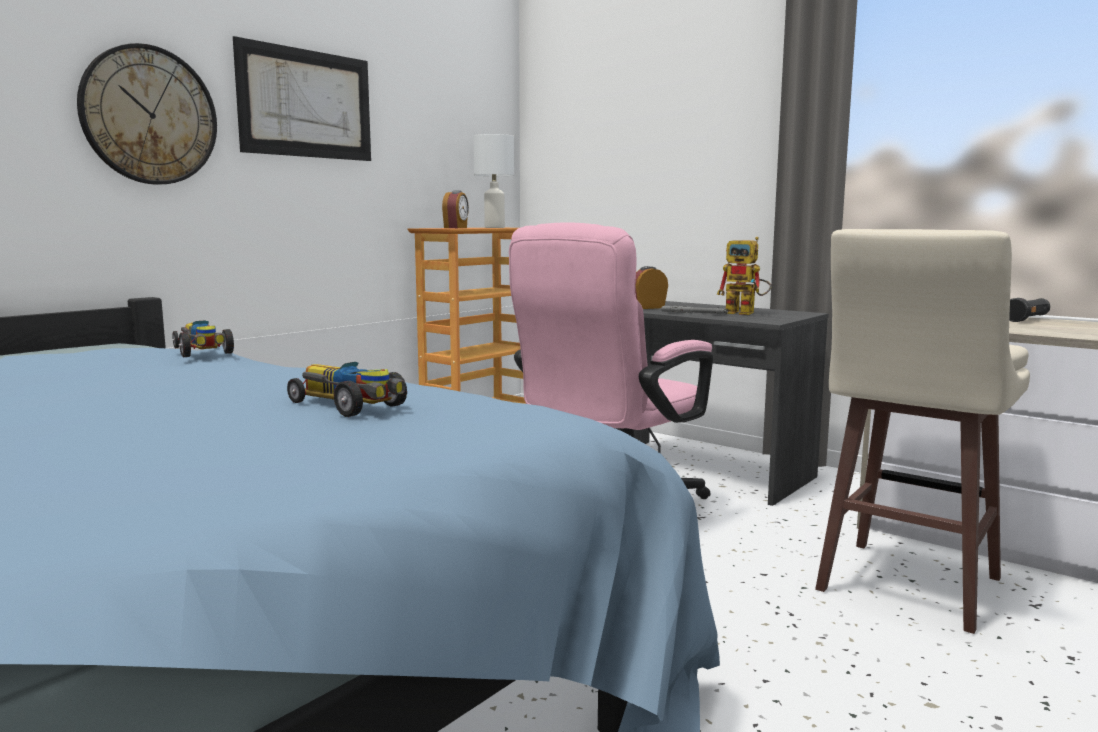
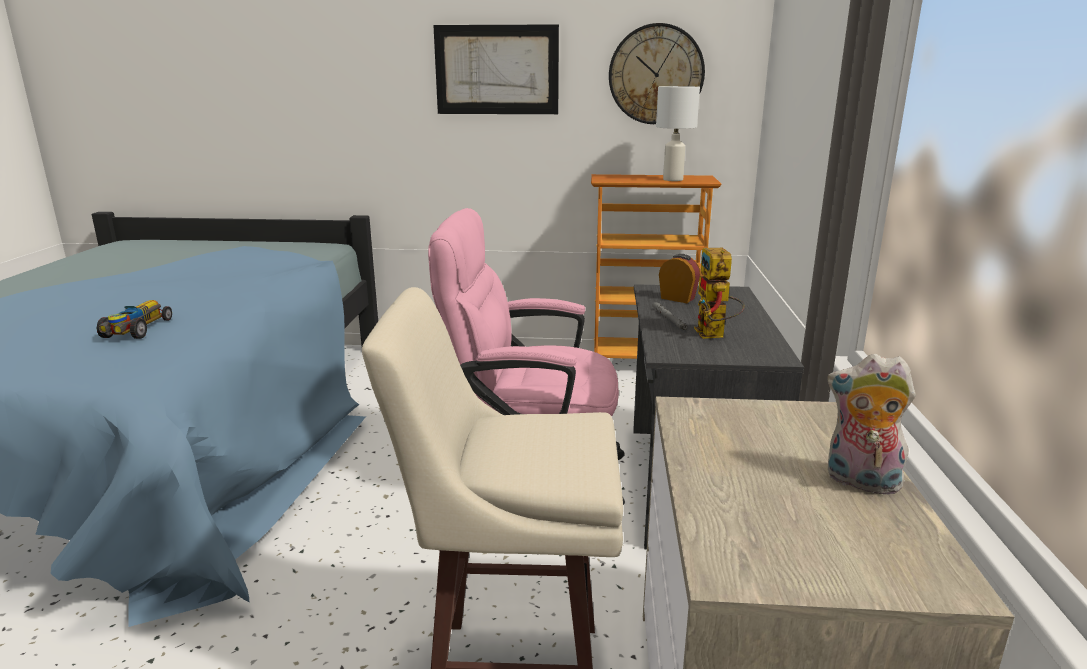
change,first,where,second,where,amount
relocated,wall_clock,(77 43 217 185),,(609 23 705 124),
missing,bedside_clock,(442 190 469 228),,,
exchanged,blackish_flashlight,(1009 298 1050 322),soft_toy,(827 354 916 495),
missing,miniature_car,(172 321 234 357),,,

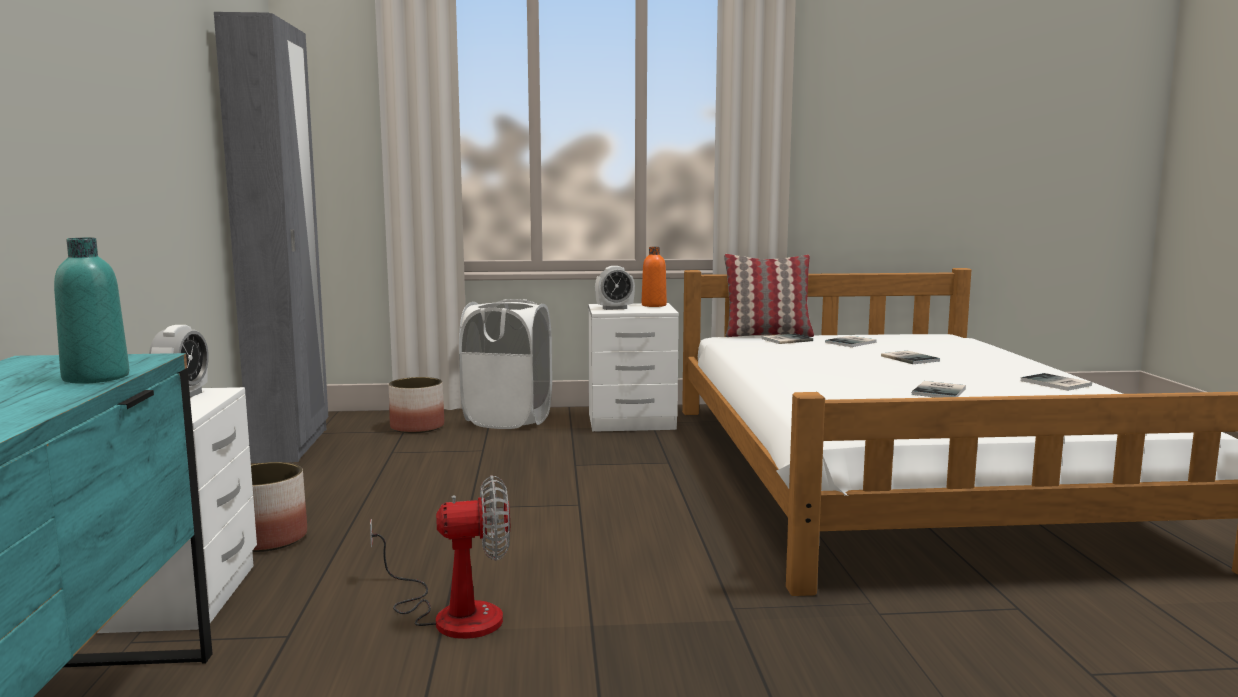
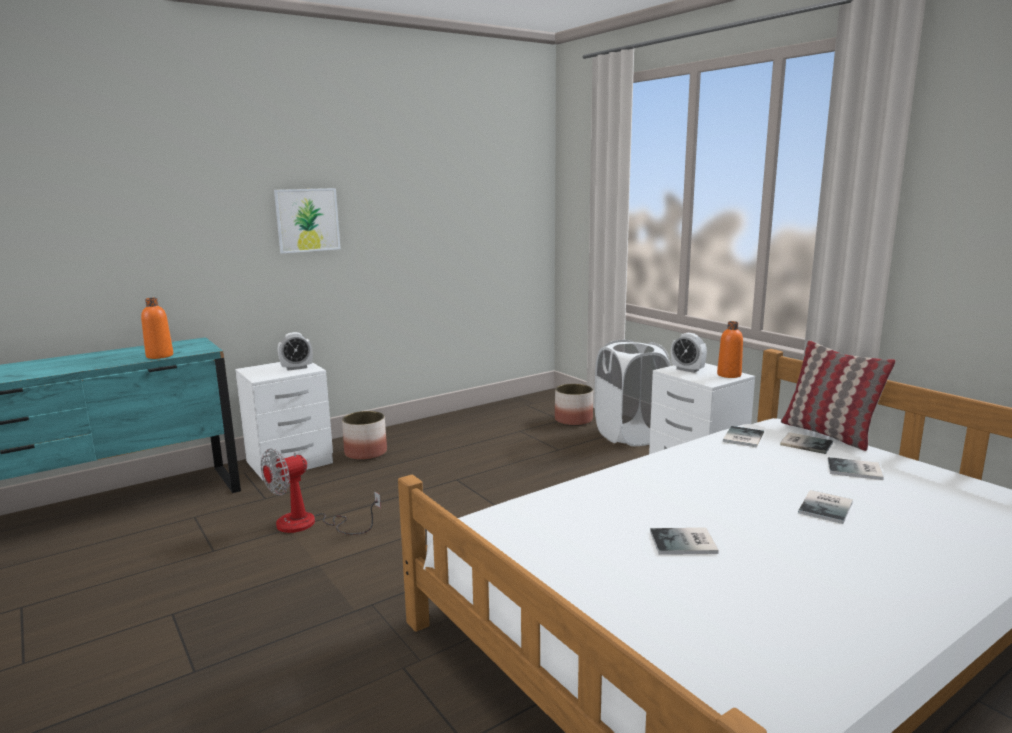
change,first,where,second,where,amount
missing,greyish_armoire,(214 12 328 463),,,
colour,turquoise_bottle,(54 238 129 384),orange_bottle,(141 298 173 359),
relocated,volume,(1021 373 1092 391),,(723 426 764 447),
spun,fan,(370 475 510 639),,(261 449 381 535),90 degrees clockwise
appeared,,,picture,(274 188 340 254),

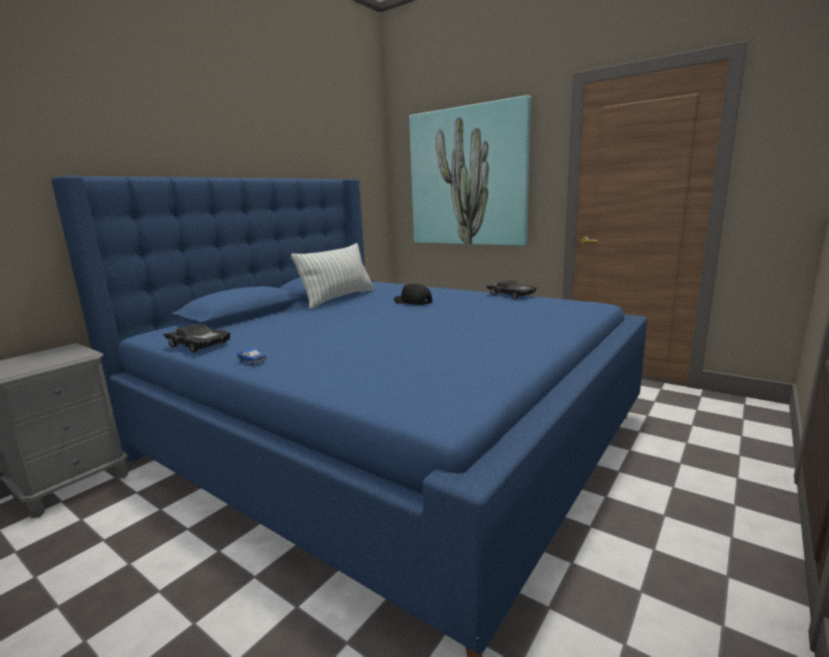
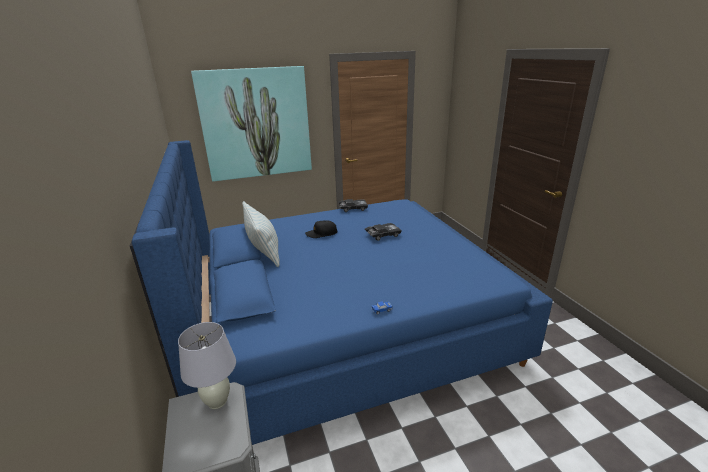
change,first,where,second,where,amount
relocated,blackish_miniature_car,(163 324 230 353),,(365 223 402 241),
appeared,,,white_table_lamp,(178 322 236 409),

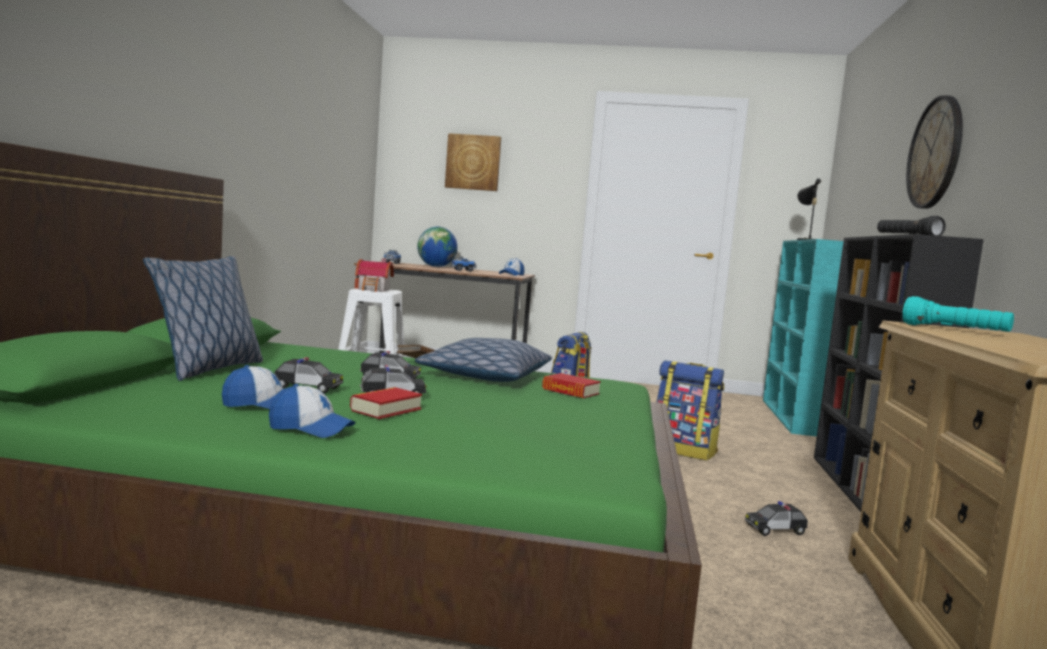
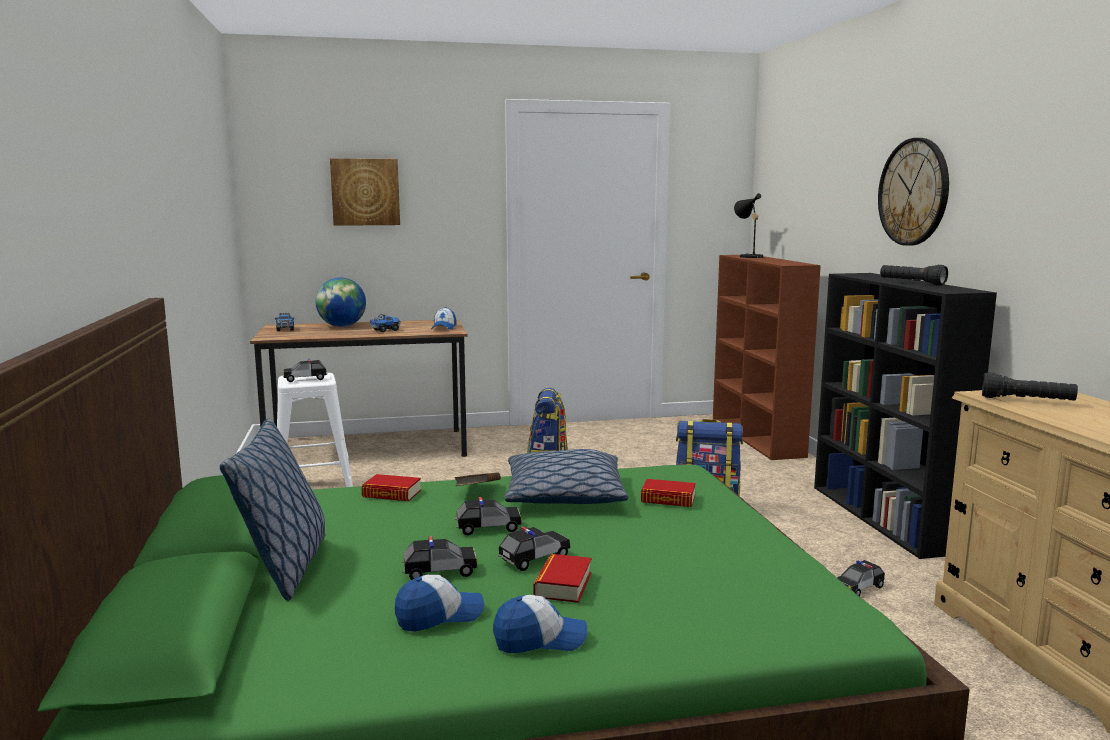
change,first,where,second,where,amount
colour,turquoise_shelving_unit,(763 239 843 437),brown-coloured_shelving_unit,(713 255 821 460),
exchanged,model_house,(355 258 394 292),miniature_car,(283 359 328 382),
colour,turquoise_flashlight,(902 296 1014 332),blackish_flashlight,(982 372 1078 401),
appeared,,,volume,(362 474 421 501),

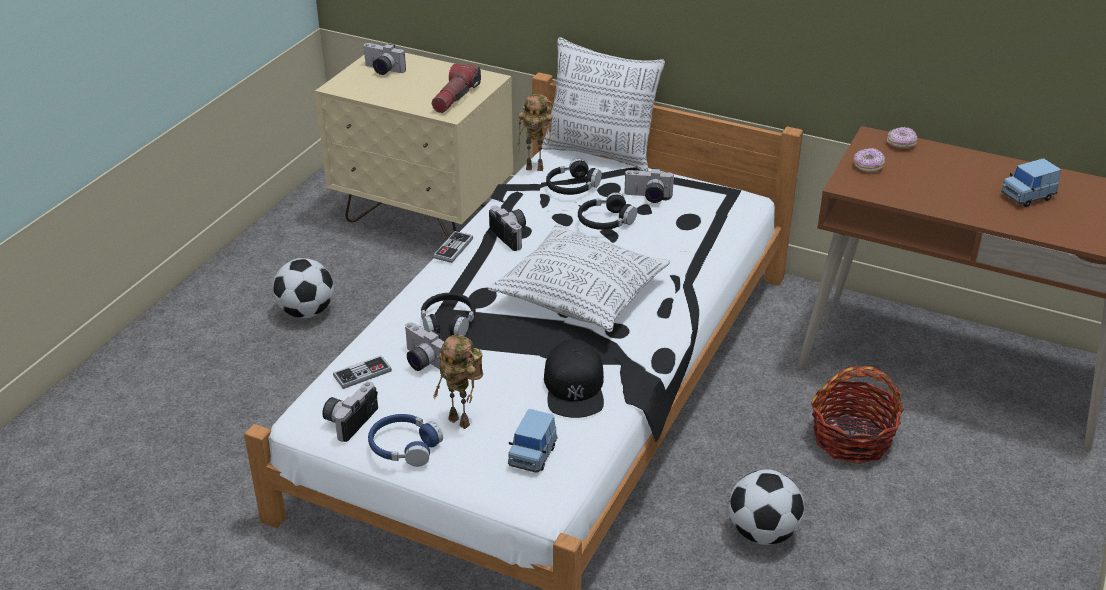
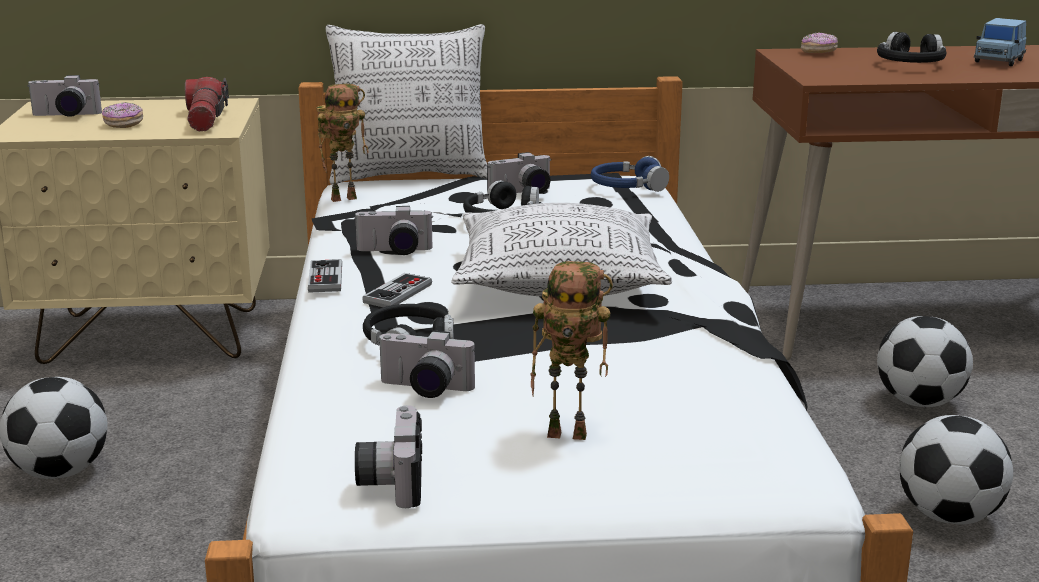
change,first,where,second,where,amount
relocated,donut,(854 148 885 172),,(102 102 143 128),
relocated,blackish_pair_of_headphones,(546 159 602 195),,(877 32 946 63),
spun,still_camera,(489 205 526 251),,(354 206 433 255),150 degrees clockwise
missing,blackish_cap,(544 339 604 418),,,
relocated,gamepad,(333 355 392 389),,(362 273 432 307),
exchanged,household_basket,(811 366 904 464),football,(877 316 973 407),
missing,blue-coloured_miniature_car,(508 409 557 473),,,
relocated,blue-coloured_pair_of_headphones,(368 414 443 467),,(591 156 669 192),

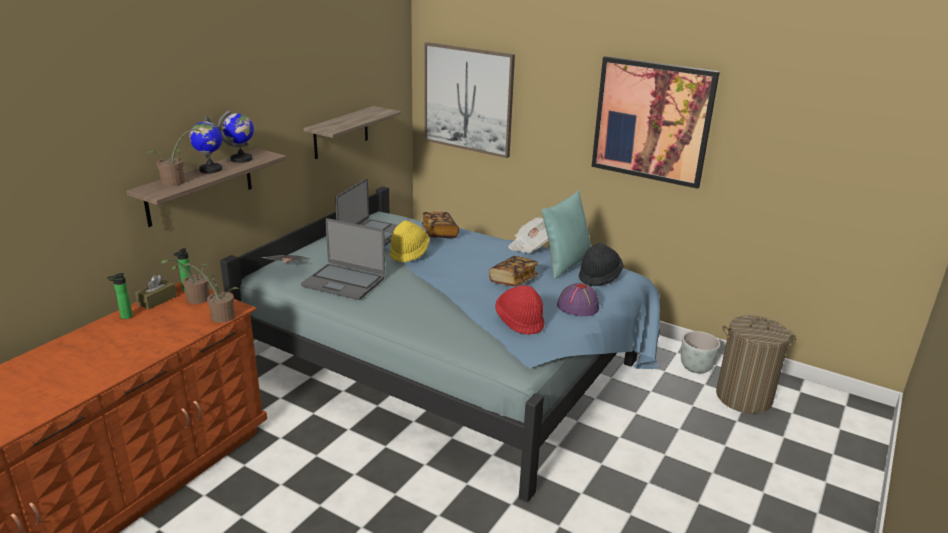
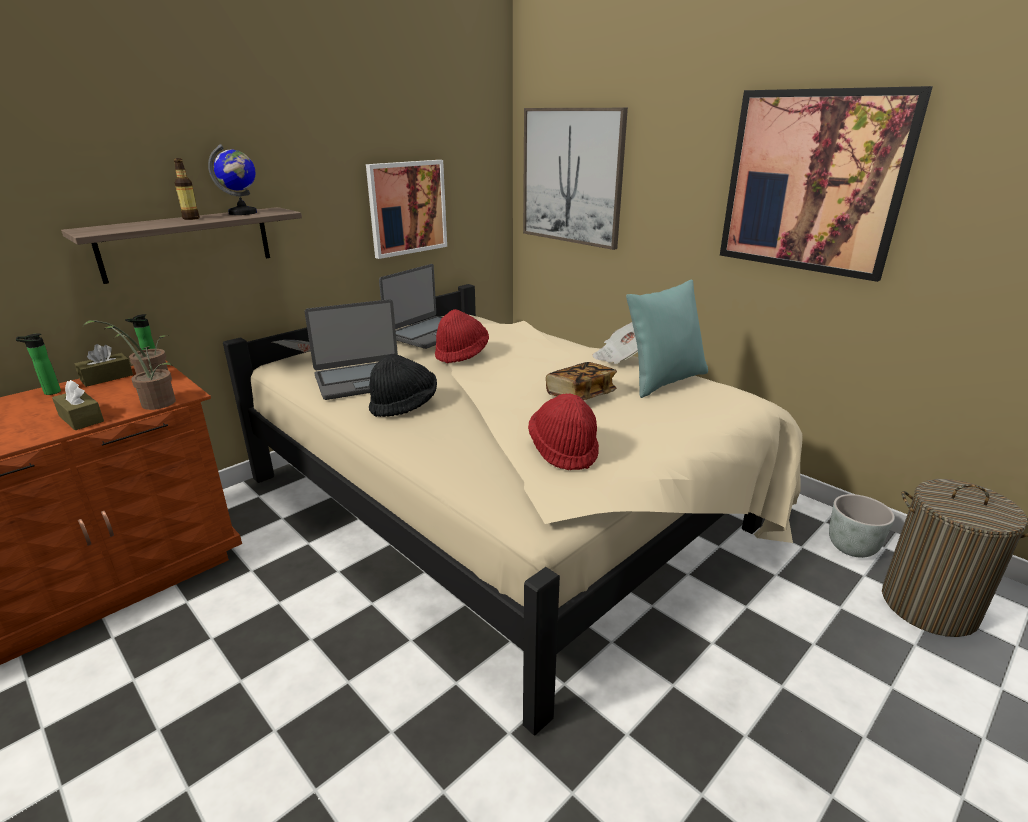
change,first,where,second,where,amount
exchanged,bracket_shelf,(304 106 401 159),picture,(366 160 447 259),
exchanged,desk_globe,(189 116 222 173),bottle,(174 158 200 220),
missing,potted_plant,(148 129 201 186),,,
colour,blue-coloured_bedroom_bed,(220 186 660 503),sand-coloured_bedroom_bed,(223 284 803 735),
missing,volume,(422 212 459 239),,,
spun,laptop,(301 218 385 300),,(305 299 398 400),60 degrees counterclockwise
colour,yellowish_hat,(390 220 430 263),red_hat,(435 309 489 364),
relocated,blackish_hat,(579 243 623 286),,(369 354 437 417),
missing,purple_hat,(557 283 599 316),,,
appeared,,,brown-coloured_tissue_box,(52 380 104 430),

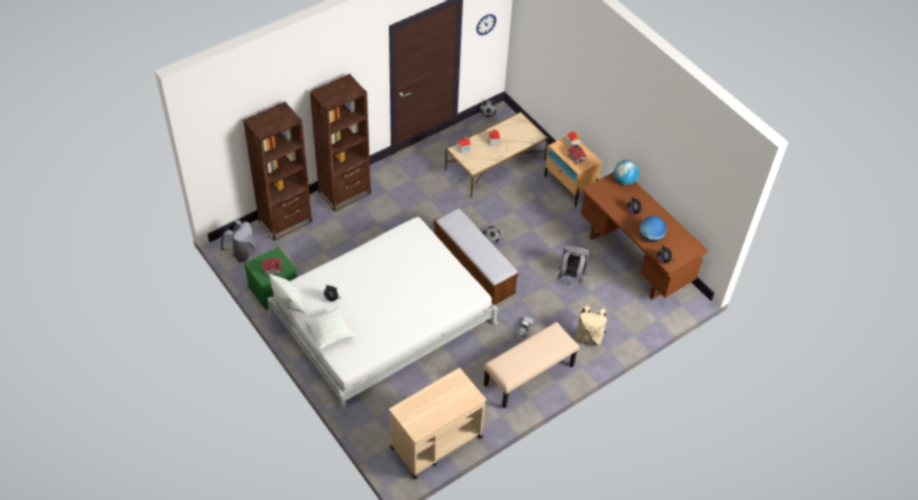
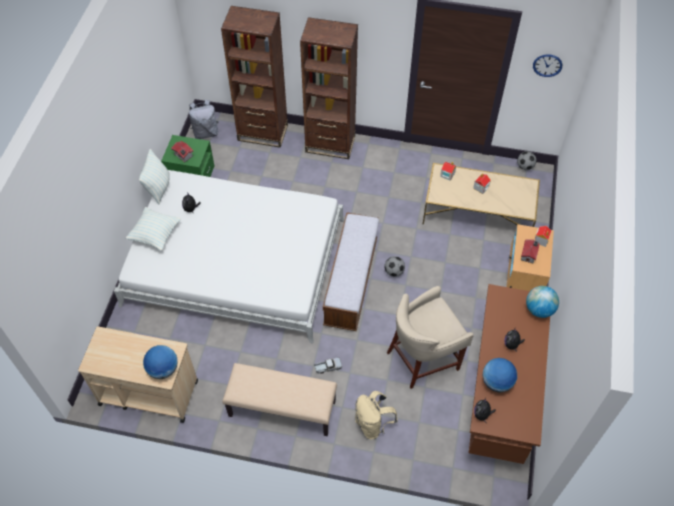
change,first,where,second,where,amount
exchanged,greyish_backpack,(558 246 590 285),sand-coloured_stool_seat,(387 286 474 389),
appeared,,,desk_globe,(143 345 178 379),

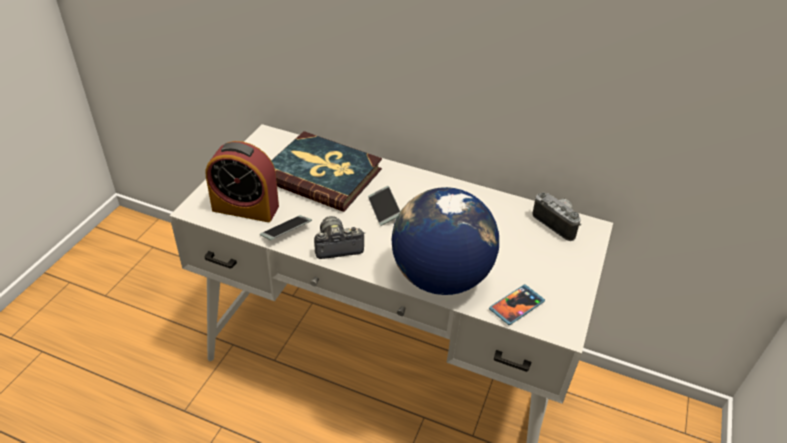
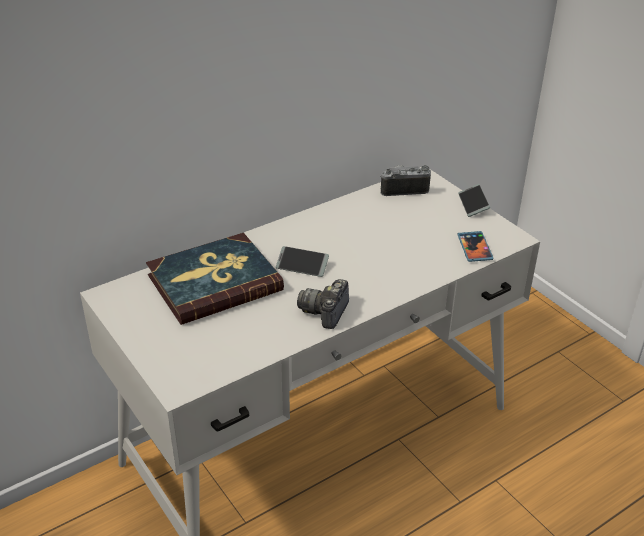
change,first,where,second,where,amount
missing,bedside_clock,(206 141 279 222),,,
missing,desk_globe,(392 187 499 295),,,
relocated,phone,(260 215 312 240),,(458 184 490 217),

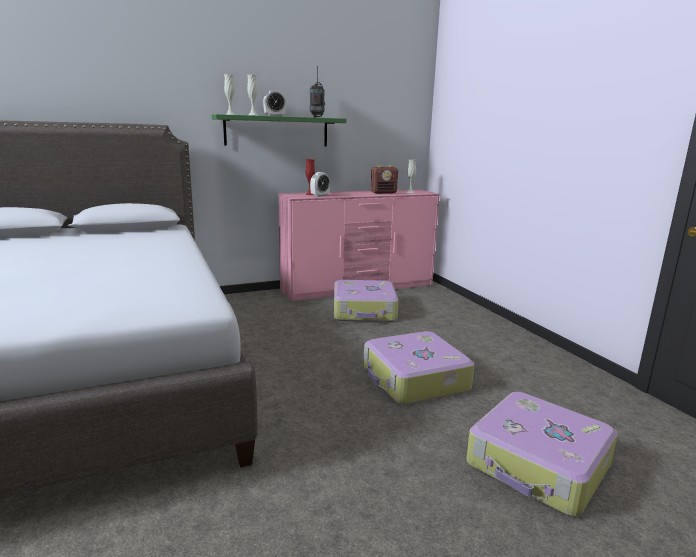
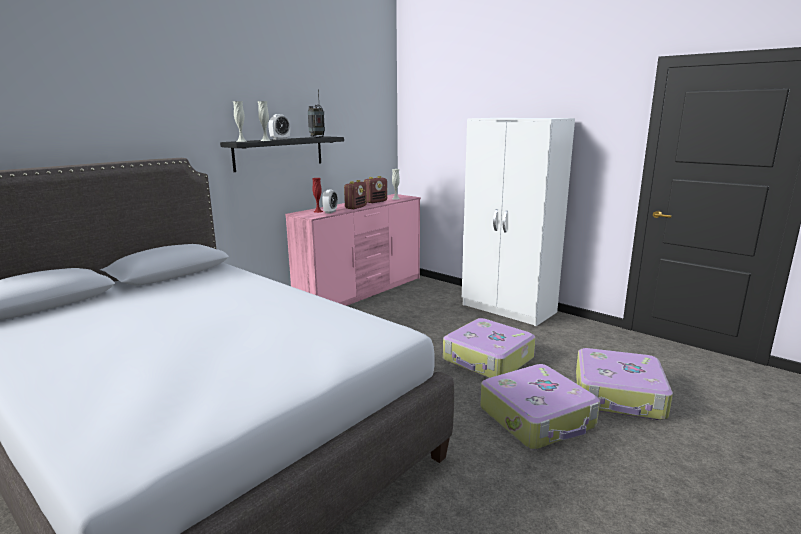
change,first,where,second,where,amount
colour,green_bracket_shelf,(212 114 346 146),blackish_bracket_shelf,(220 136 344 172),
relocated,piece_of_luggage,(334 280 399 322),,(480 364 600 449),
appeared,,,white_armoire,(462 118 575 326),
appeared,,,radio,(344 180 367 209),

